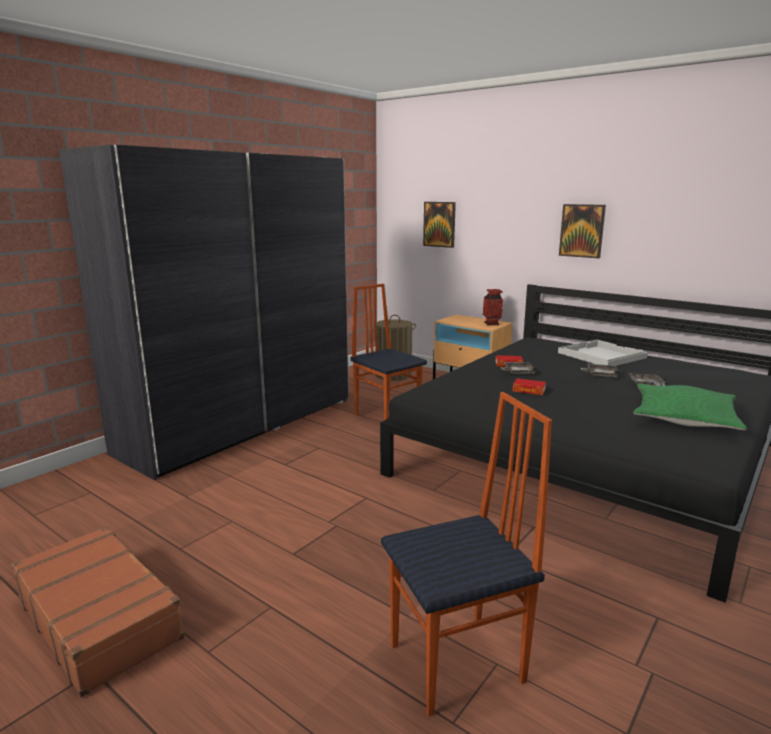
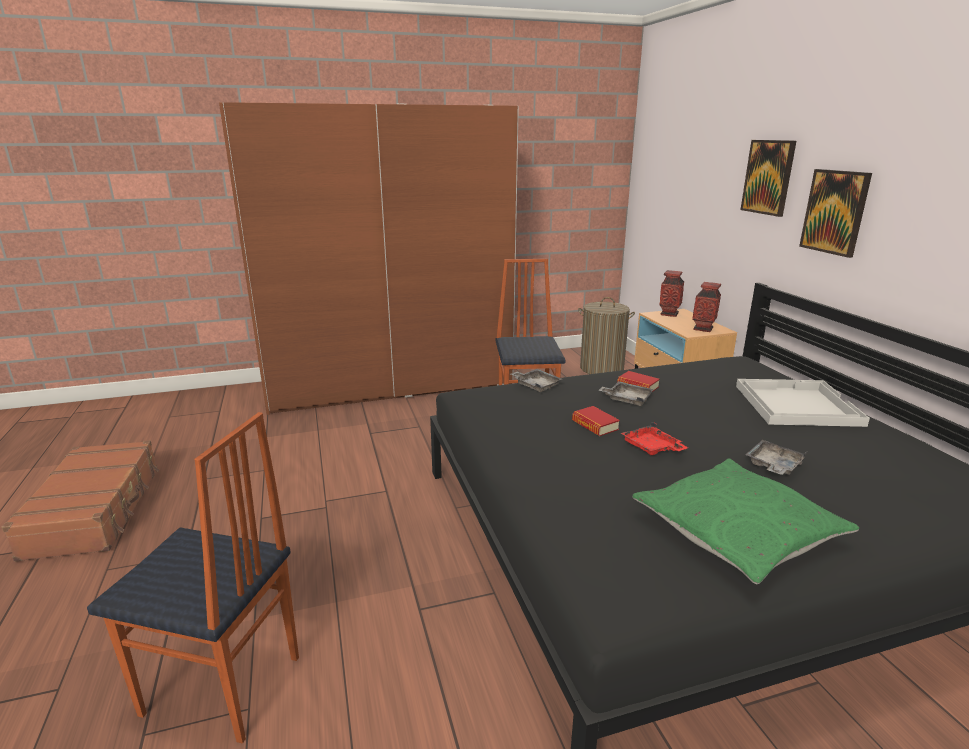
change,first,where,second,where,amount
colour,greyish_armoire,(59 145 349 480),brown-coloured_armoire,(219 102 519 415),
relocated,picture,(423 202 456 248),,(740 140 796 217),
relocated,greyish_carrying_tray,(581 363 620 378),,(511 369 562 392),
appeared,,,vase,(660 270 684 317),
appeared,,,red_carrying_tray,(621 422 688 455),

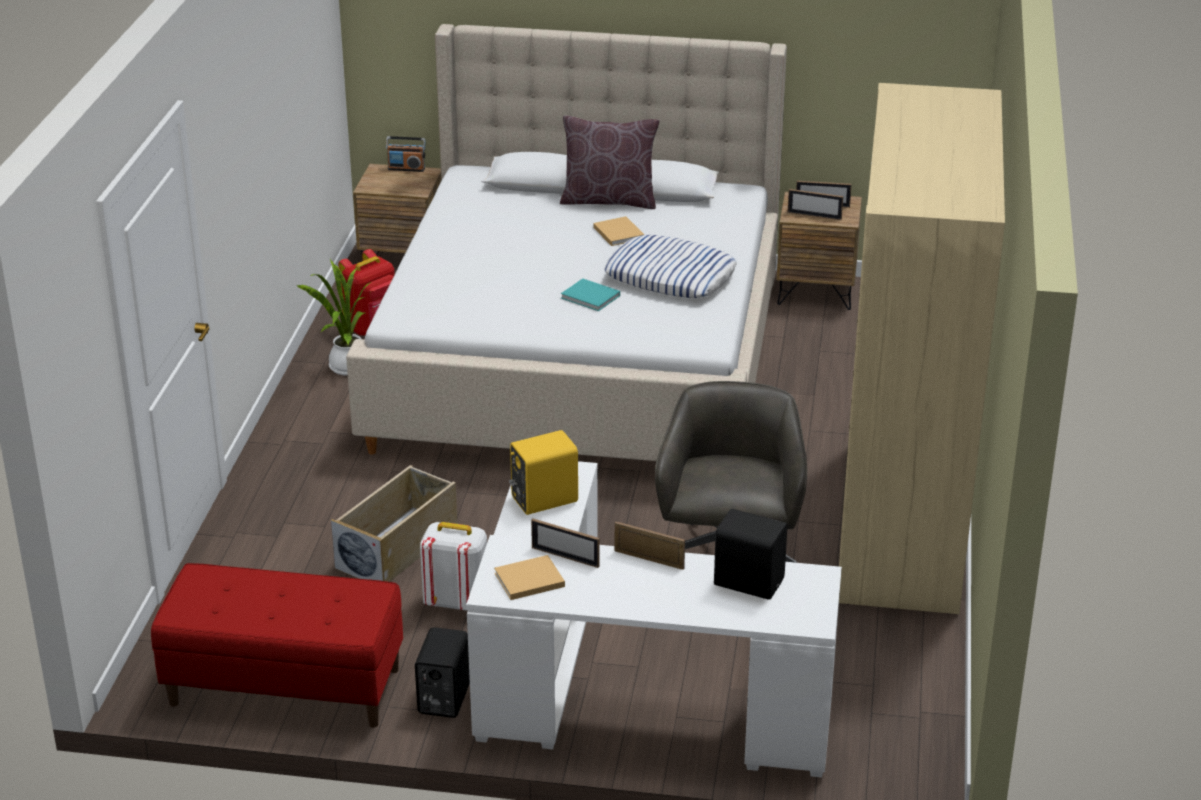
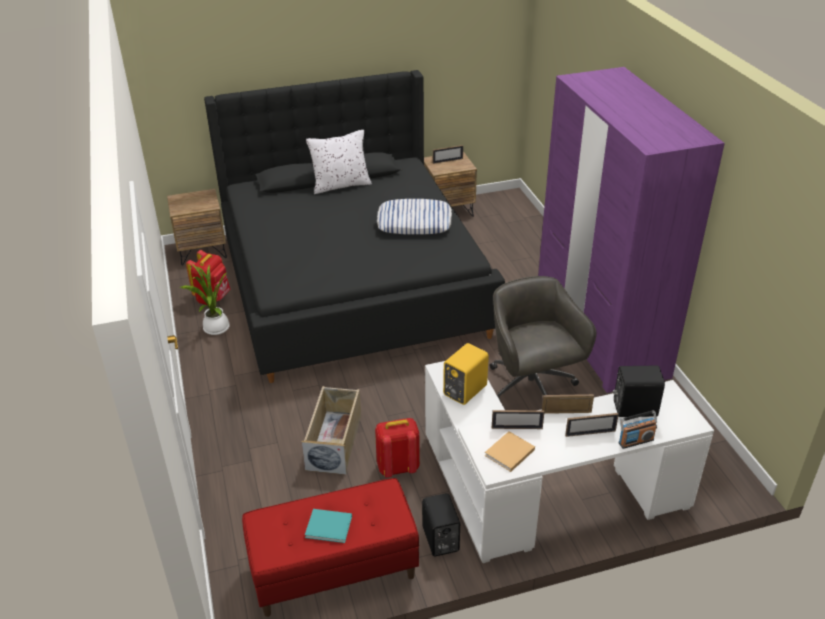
change,first,where,second,where,amount
colour,sand-coloured_bedroom_bed,(346 24 787 461),blackish_bedroom_bed,(204 70 505 383),
colour,sand-coloured_armoire,(839 83 1005 614),purple_armoire,(538 67 725 393),
colour,brown-coloured_cushion,(560 116 660 209),white_cushion,(306 130 372 194),
relocated,radio,(386 136 425 172),,(619 410 657 449),
relocated,photo_frame,(787 189 843 220),,(565 413 619 437),
missing,sand-coloured_volume,(593 216 644 246),,,
relocated,turquoise_volume,(561 279 620 311),,(305 509 352 543),
colour,white_backpack,(420 522 487 611),red_backpack,(375 418 420 478),

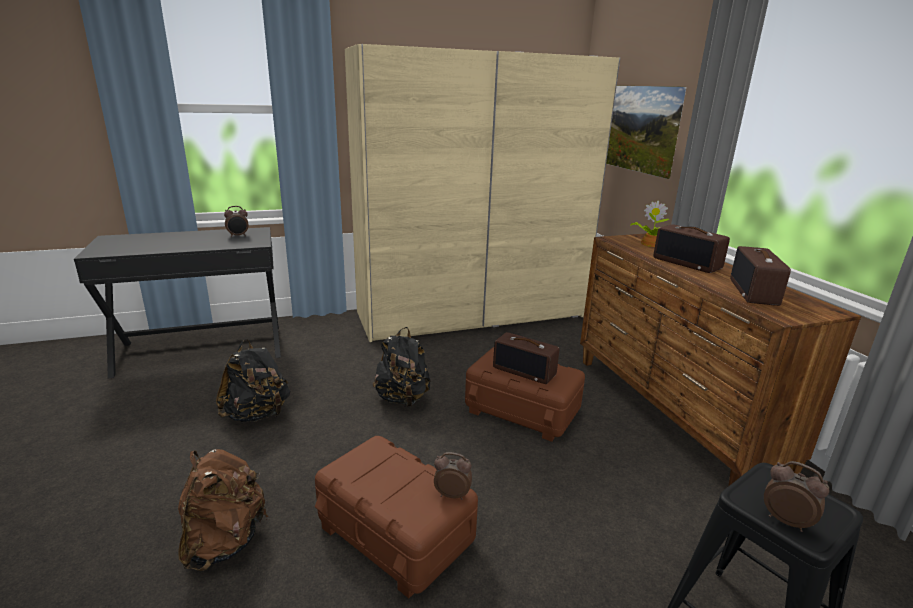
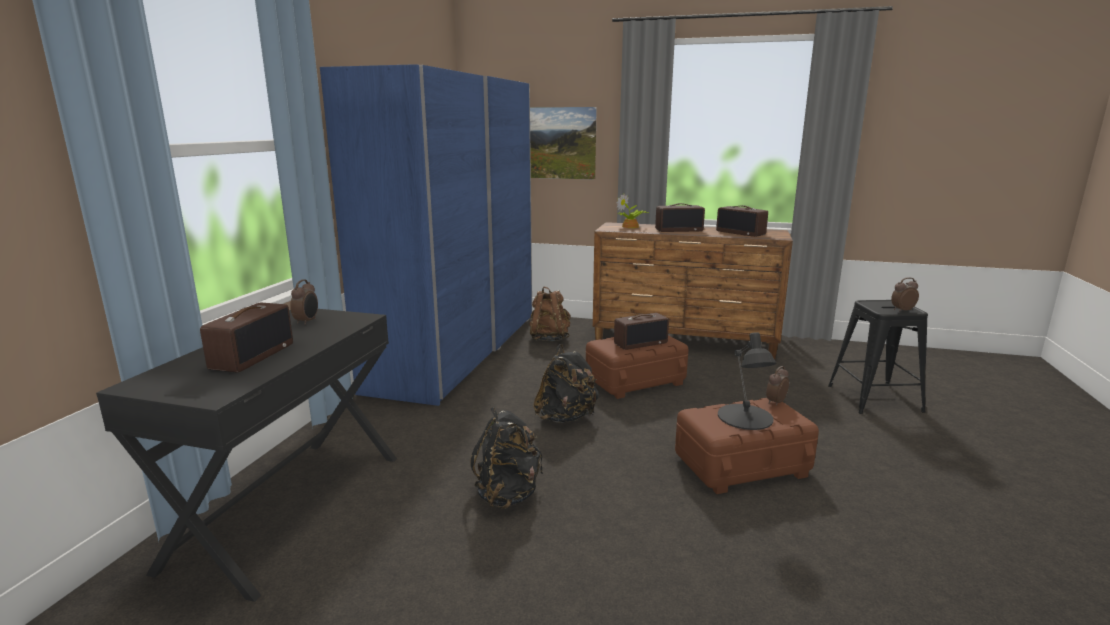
change,first,where,second,where,amount
colour,sand-coloured_armoire,(345 44 620 342),blue-coloured_armoire,(320 64 532 406),
relocated,brown-coloured_backpack,(178 449 268 571),,(529 287 571 341),
appeared,,,radio,(200 303 293 372),
appeared,,,blackish_table_lamp,(718 332 777 430),

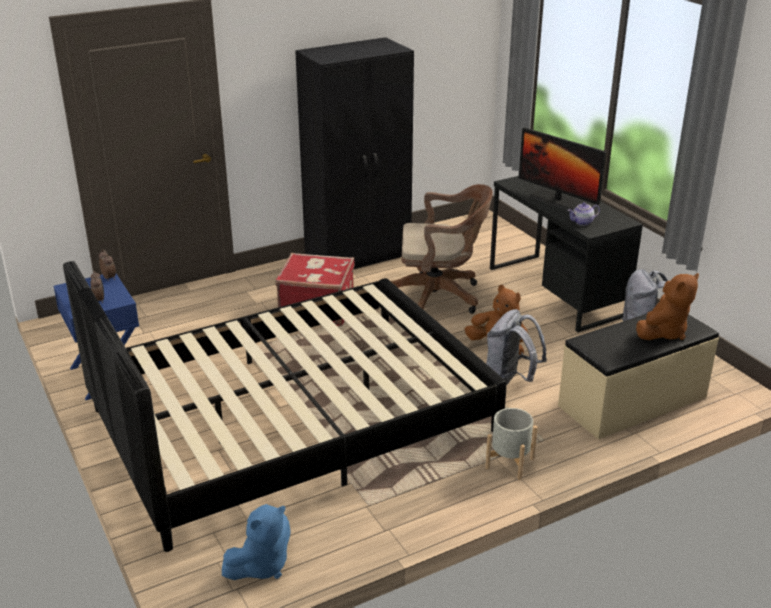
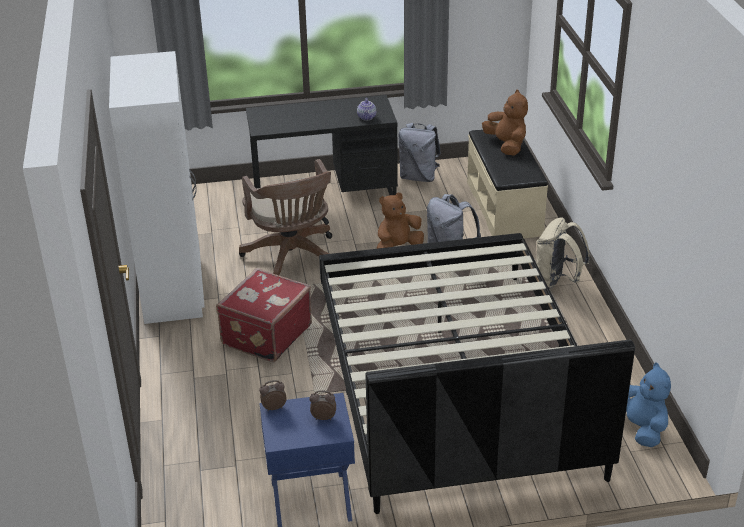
change,first,where,second,where,amount
colour,blackish_armoire,(295 37 414 269),white_armoire,(109 51 205 324),
missing,computer_display,(519 127 606 211),,,
spun,brown-coloured_computer_chair,(391 184 493 314),,(239 159 332 275),135 degrees clockwise
exchanged,greyish_plant_pot,(485 408 537 480),sand-coloured_backpack,(536 217 590 289),

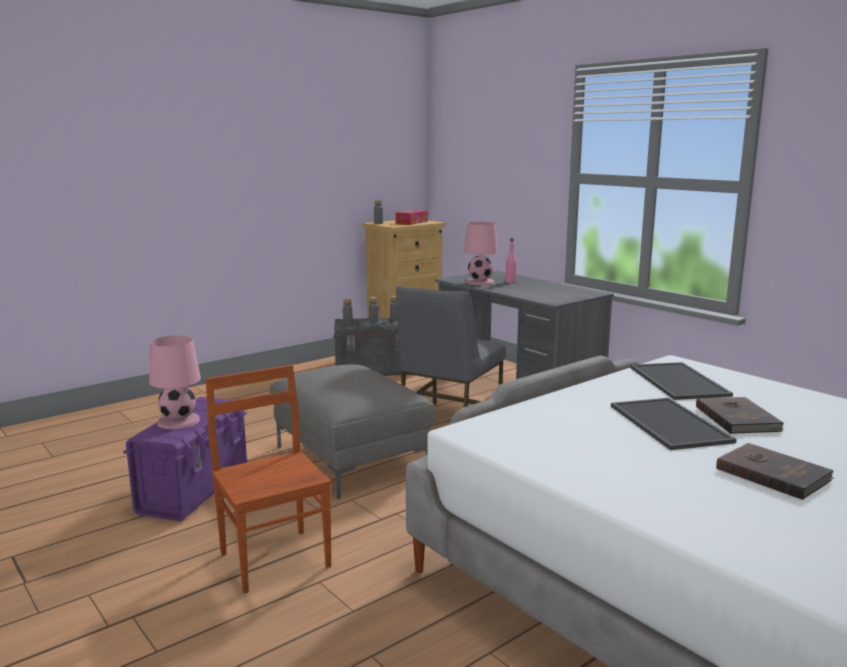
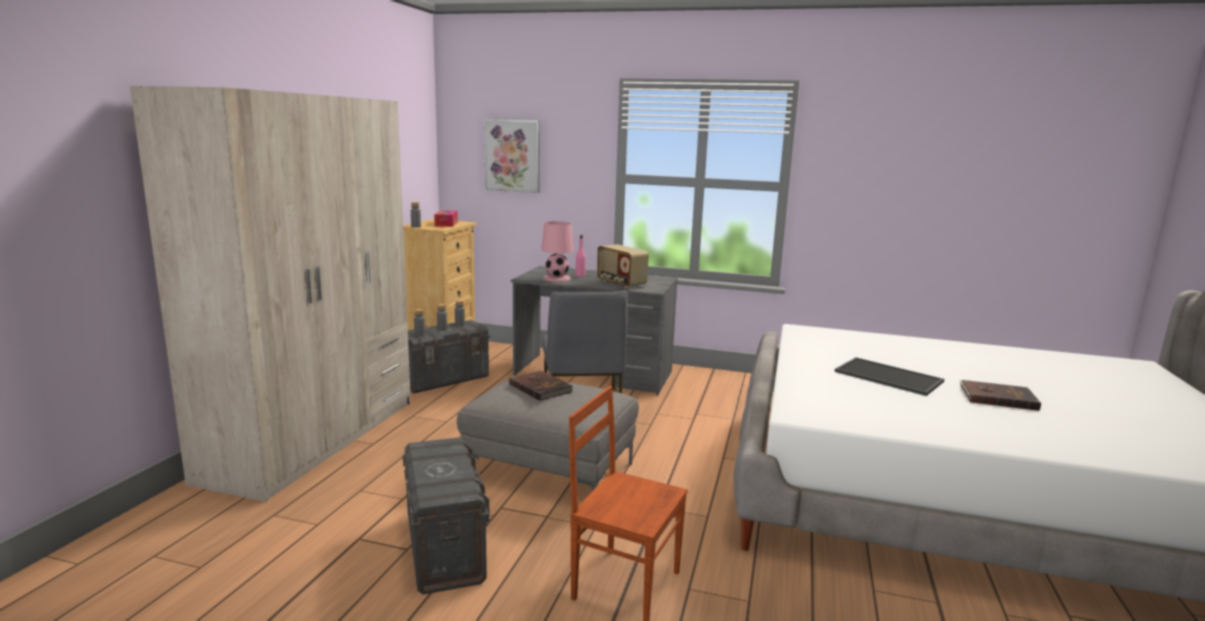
change,first,where,second,where,amount
missing,pinkish_table_lamp,(149 336 201 429),,,
missing,carrying_tray,(630 362 733 400),,,
colour,purple_storage_bin,(123 397 247 522),greyish_storage_bin,(402 437 490 595),
relocated,brown-coloured_volume,(696 397 785 434),,(509 370 573 401),
appeared,,,sand-coloured_armoire,(130 86 411 502),
appeared,,,picture,(484 119 540 193),
appeared,,,radio,(597 244 649 288),

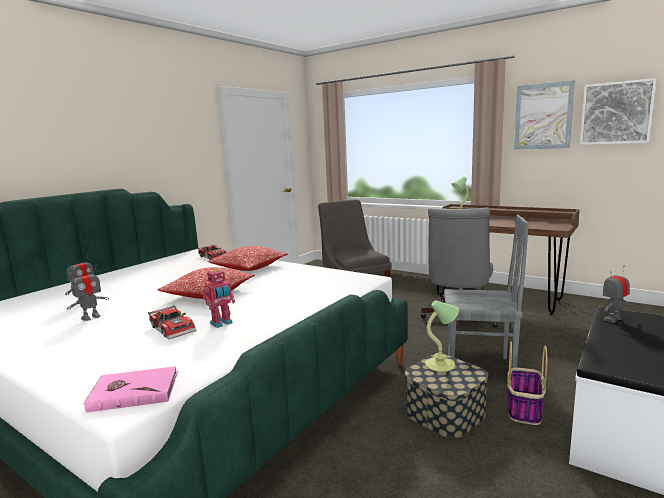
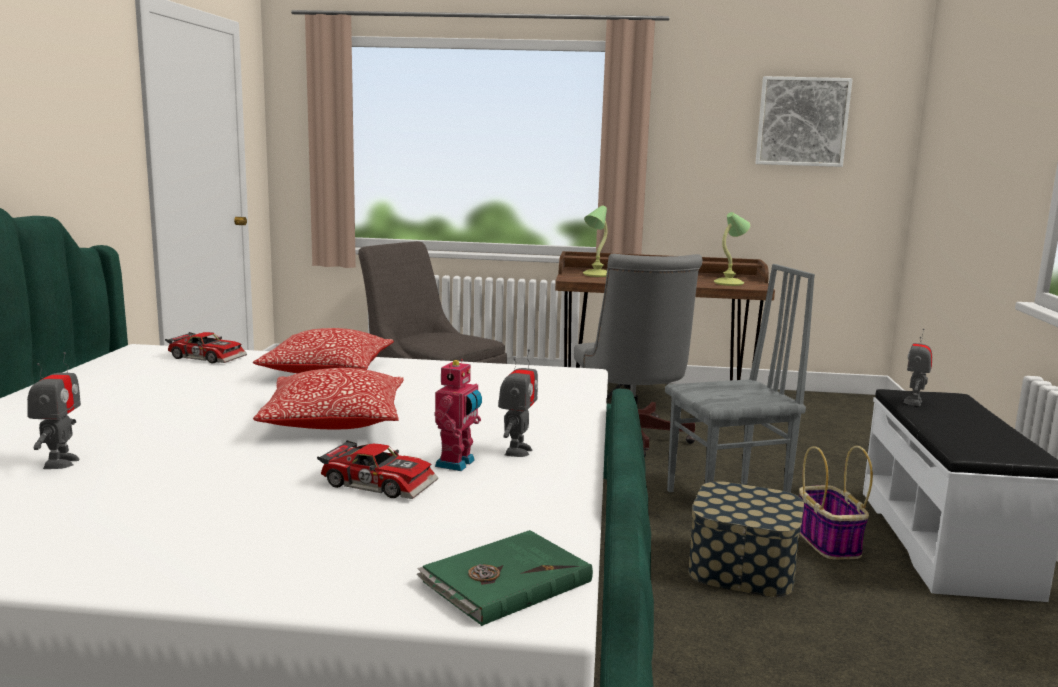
change,first,where,second,where,amount
missing,picture,(514 80 575 150),,,
relocated,model_robot,(67 265 109 321),,(498 349 538 457),
relocated,table_lamp,(425 300 459 372),,(714 212 750 286),
colour,pinkish_volume,(84 366 178 413),green_volume,(417 530 593 626),

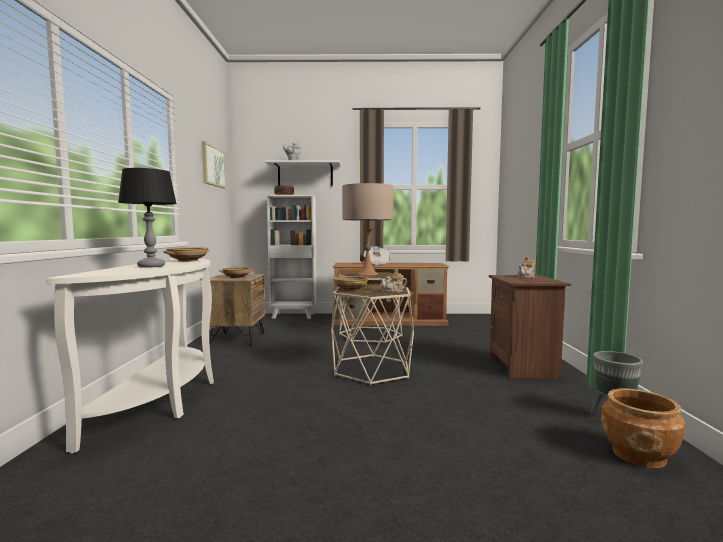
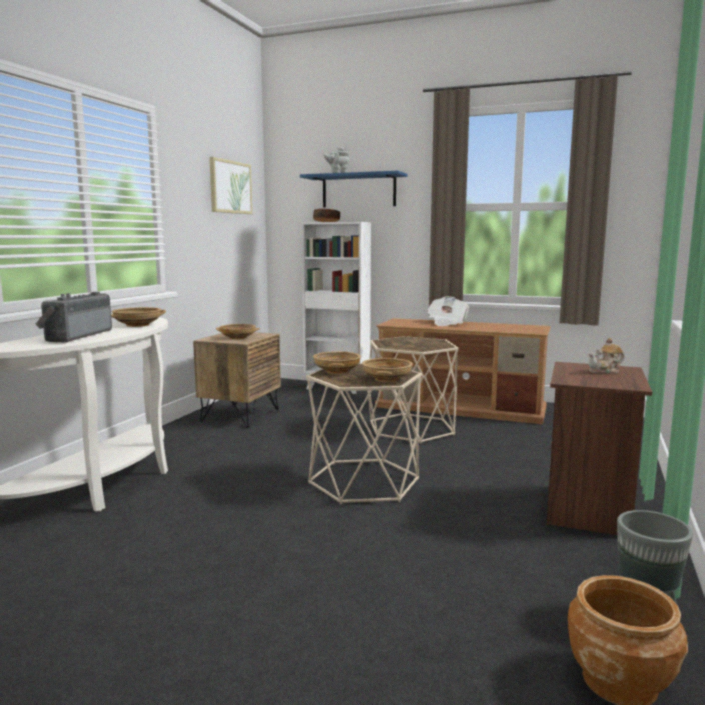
change,first,where,second,where,amount
colour,white_bracket_shelf,(265 160 341 186),blue-coloured_bracket_shelf,(300 171 408 207),
exchanged,blackish_table_lamp,(118 168 177 267),radio,(36 292 112 343),
missing,sand-coloured_table_lamp,(342 183 393 275),,,
exchanged,pot_for_tea,(380 269 407 292),sand-coloured_deep_dish,(362 358 413 382),

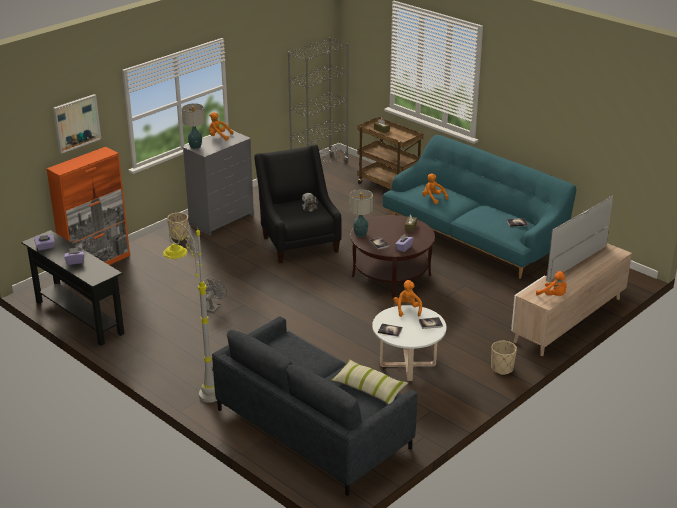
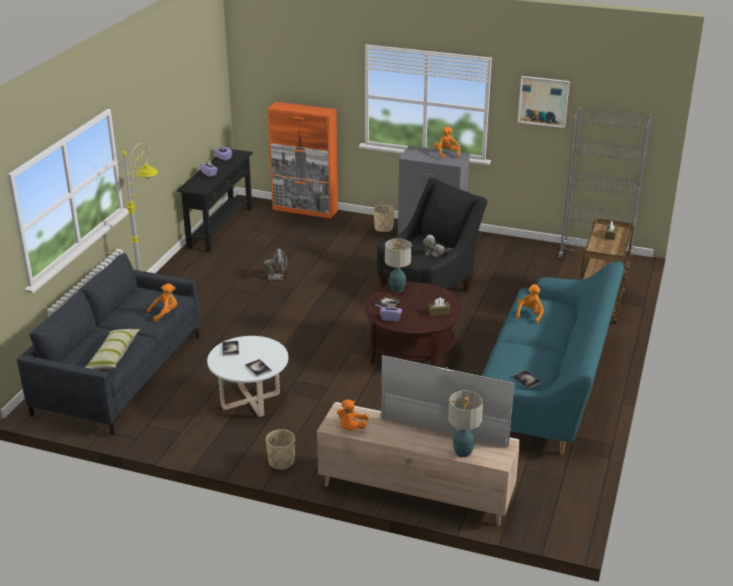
change,first,where,second,where,amount
relocated,picture,(53 94 101 154),,(518 76 570 128),
relocated,table_lamp,(182 103 205 149),,(448 390 483 457),
relocated,orange_soft_toy,(393 280 422 317),,(147 283 177 322),

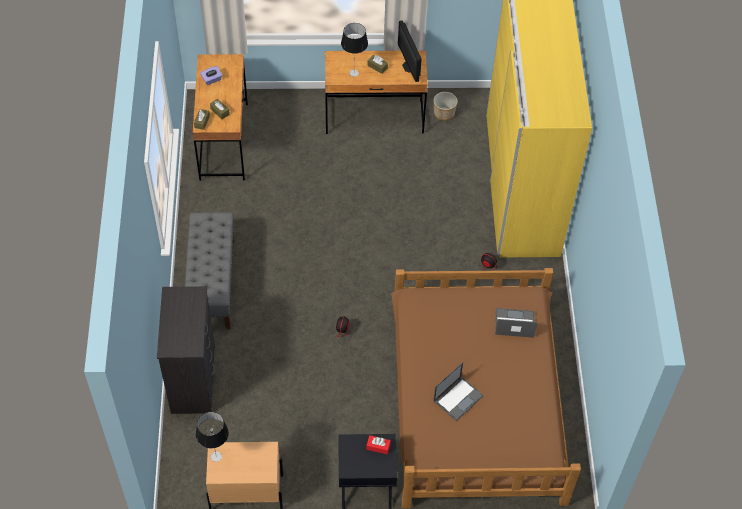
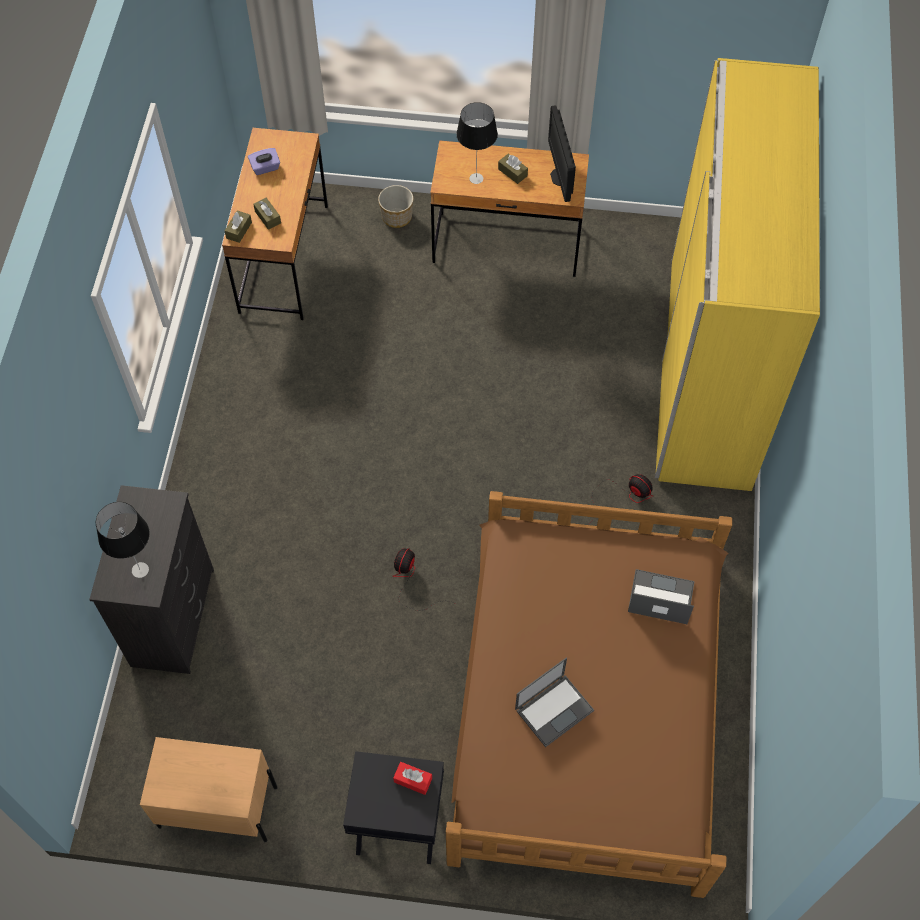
change,first,where,second,where,amount
relocated,plant_pot,(434 92 458 121),,(378 185 414 228),
missing,greyish_bench,(185 212 234 329),,,
relocated,table_lamp,(196 412 229 462),,(96 502 149 578),

